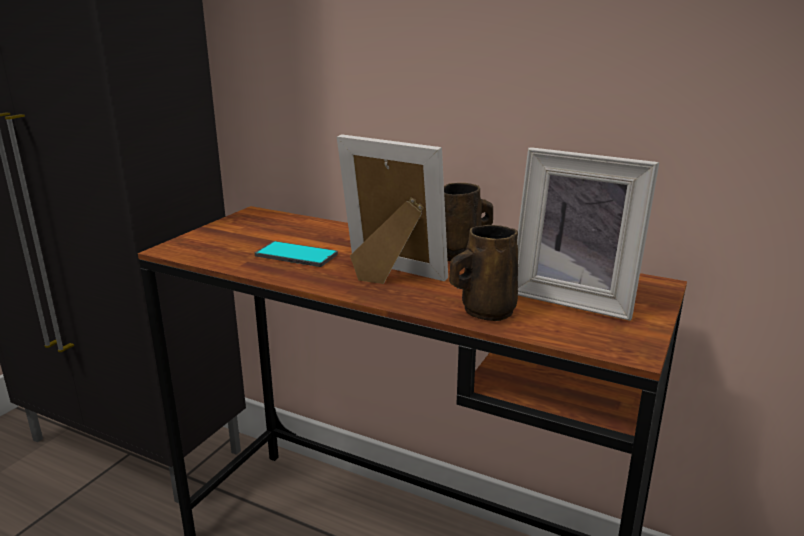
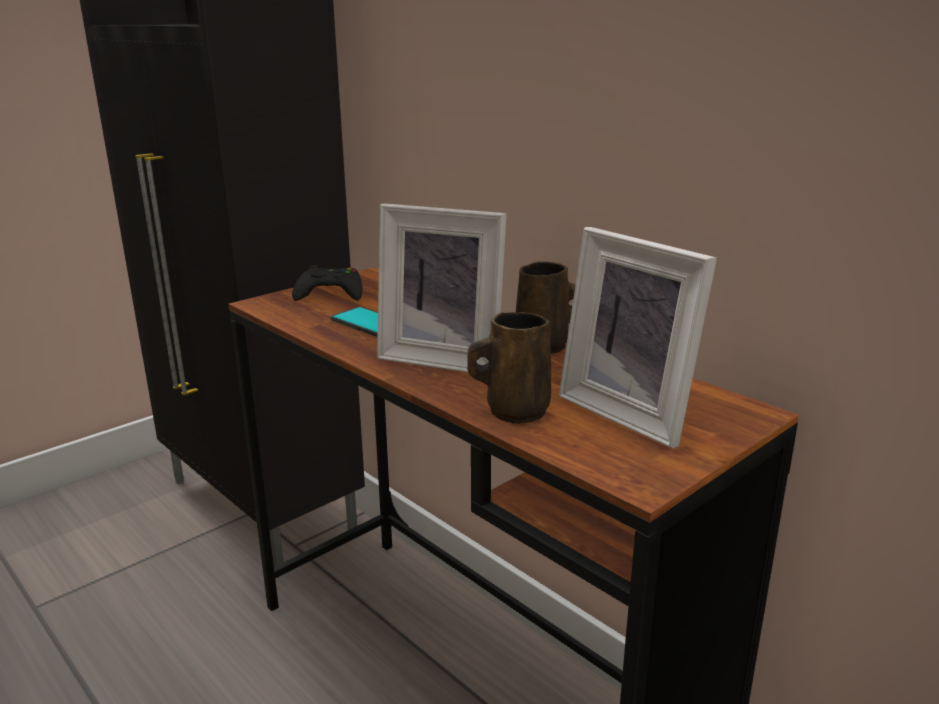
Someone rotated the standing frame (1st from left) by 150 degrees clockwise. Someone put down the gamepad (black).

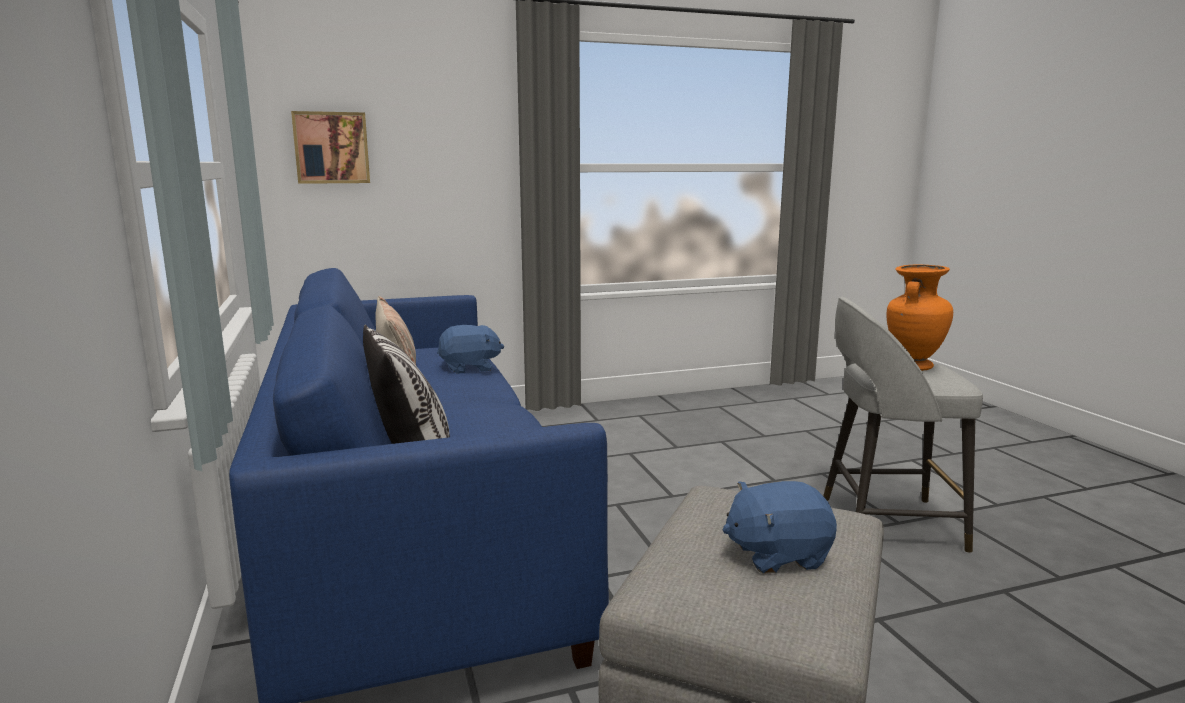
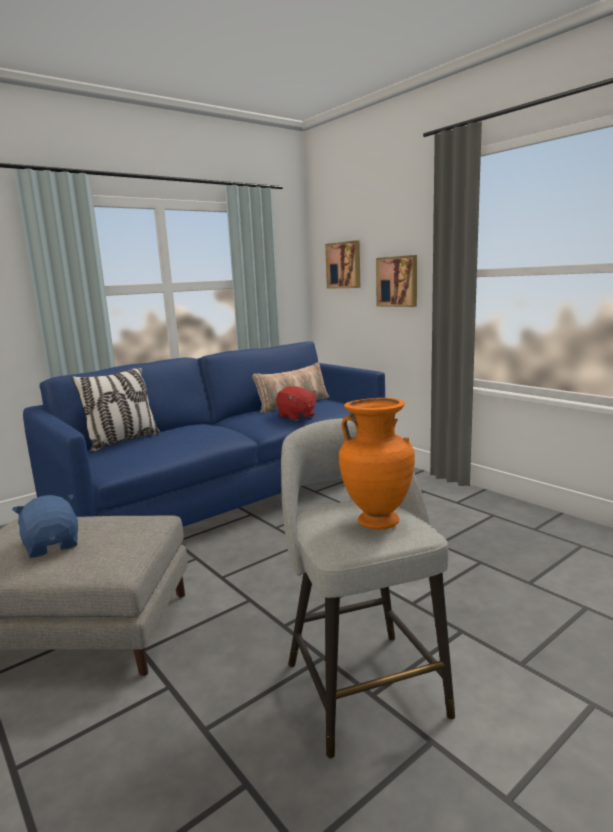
Someone repainted the cuddly toy (bluish) (1st from left), which became the cuddly toy (red-coloured). Someone put up the wall art (2nd from left).

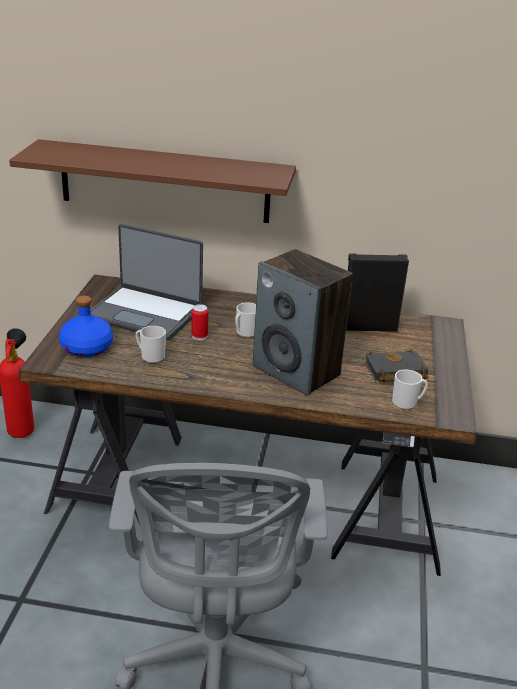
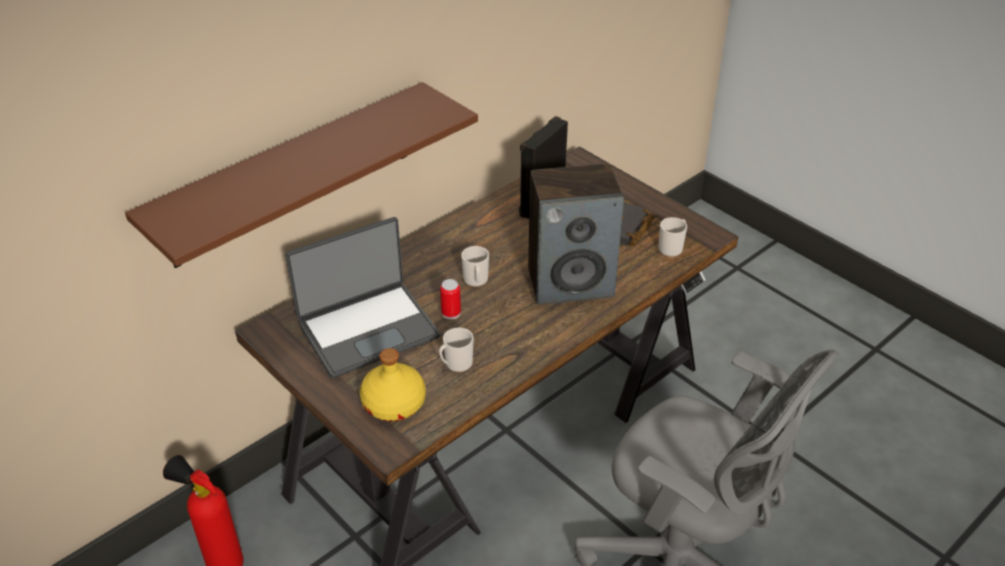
Someone repainted the drink bottle (bluish), which became the drink bottle (yellow-coloured).

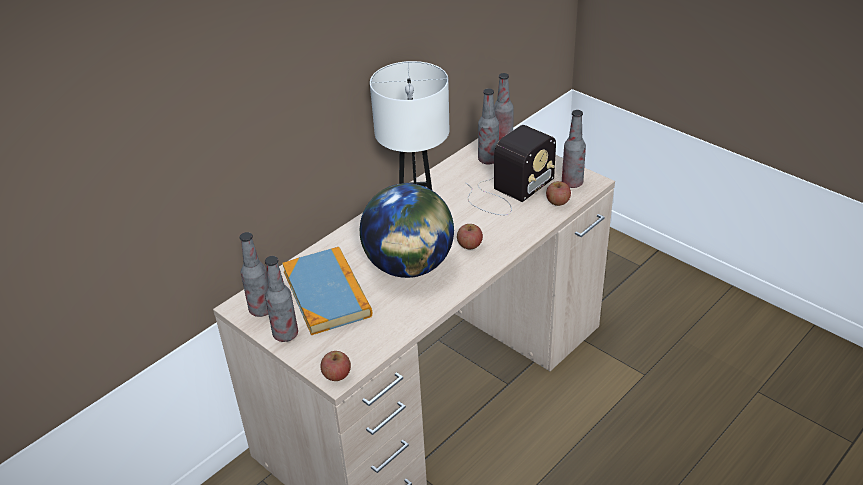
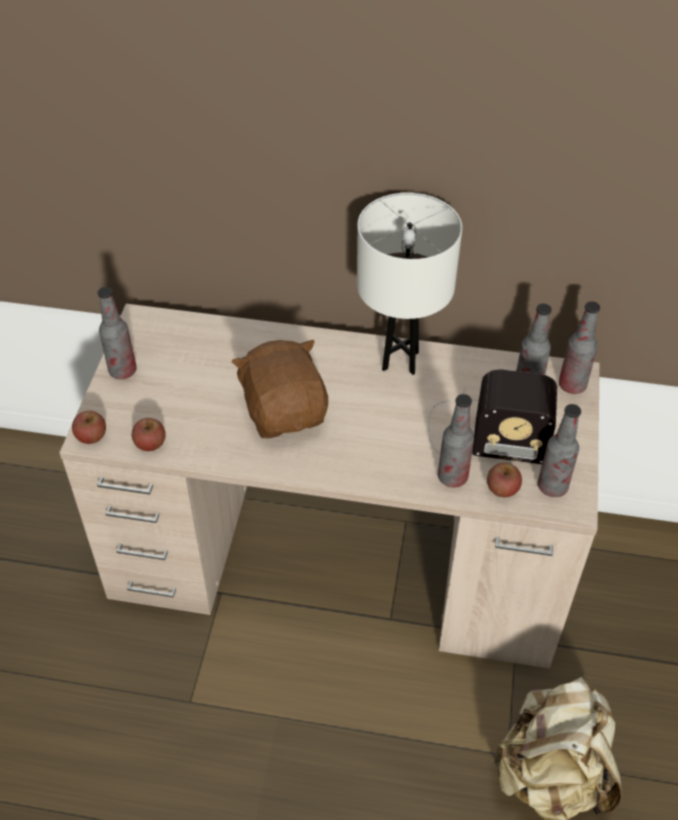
Someone carried the drink bottle (1st from left in the first image). Someone took away the book. Someone swapped the globe for the cuddly toy (brown). Someone carried the apple (2nd from left). Someone put down the knapsack (sand-coloured).

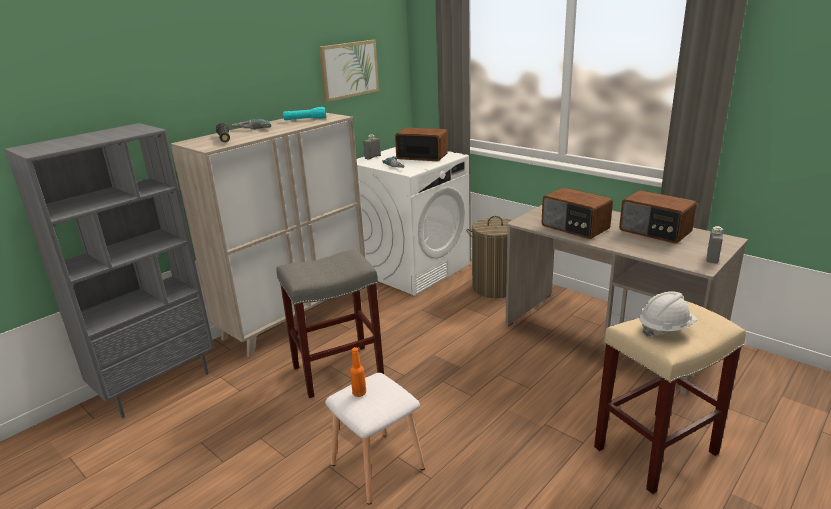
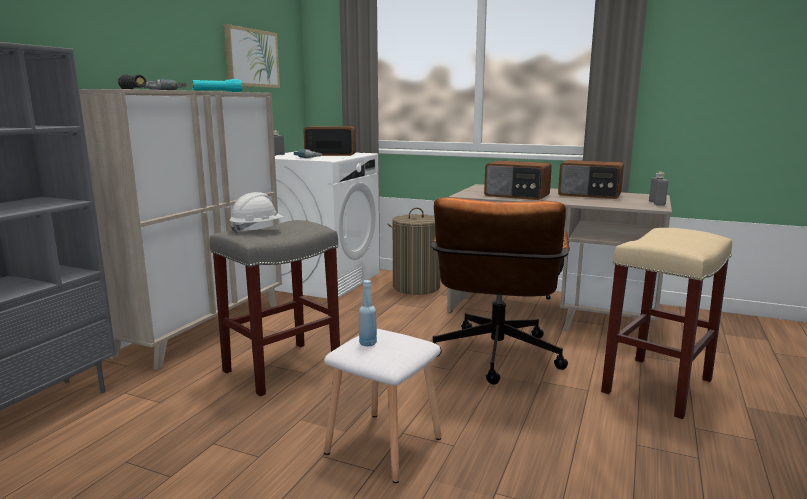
Someone repainted the drink bottle (orangey), which became the drink bottle (bluish). Someone carried the hard hat (white-coloured). Someone put down the computer chair (brown).

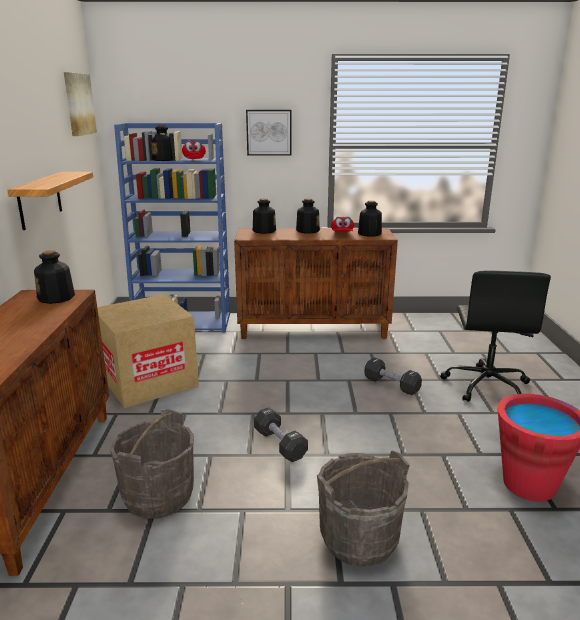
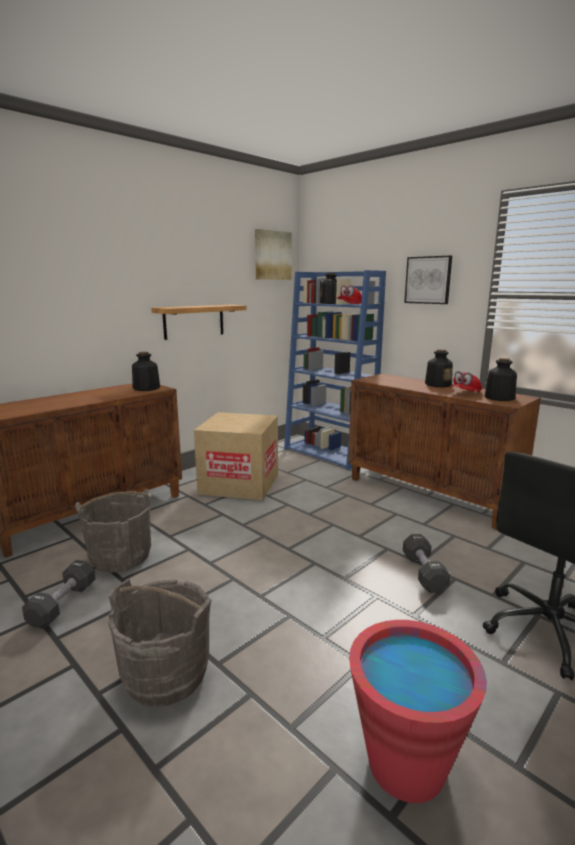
Someone took away the drink bottle (3rd from left). Someone carried the dumbbell (black) (1st from left).

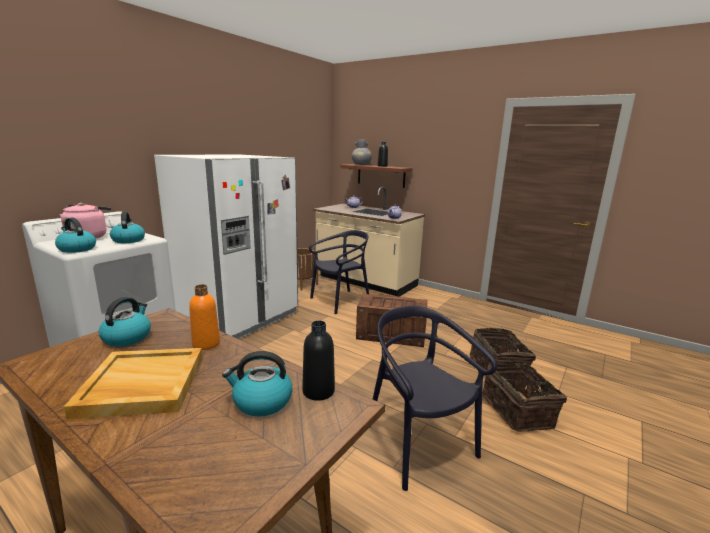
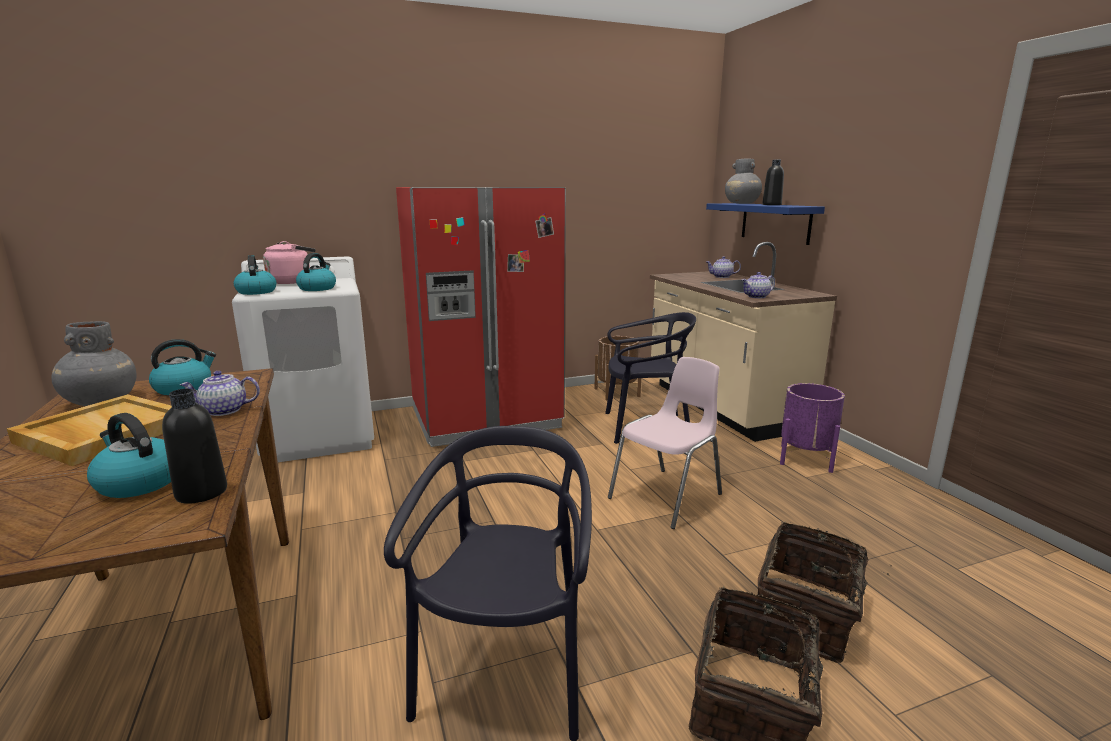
Someone repainted the kitchen fridge (white-coloured), which became the kitchen fridge (red-coloured). Someone swapped the drink bottle (orangey) for the tea pot (1st from left). Someone repainted the bracket shelf (brown), which became the bracket shelf (bluish). Someone swapped the packing crate for the chair (pink-coloured). Someone put down the decorative vase (gray) (1st from left). Someone put down the flower pot (purple).

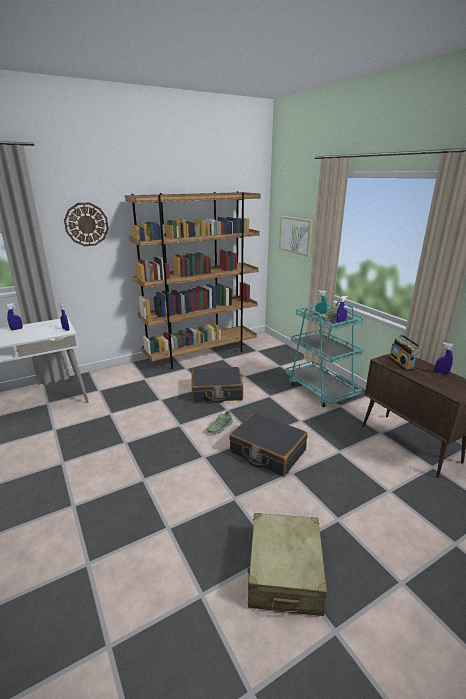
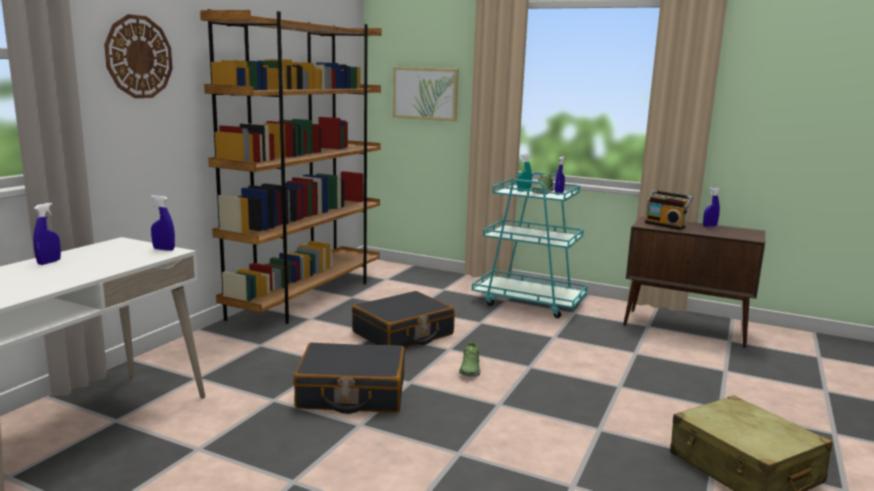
Someone carried the piece of luggage (black) (2nd from left in the first image).

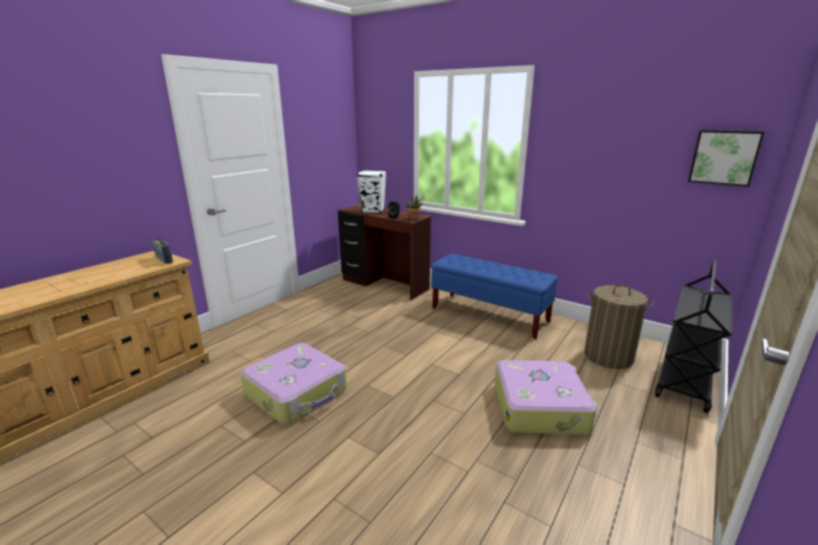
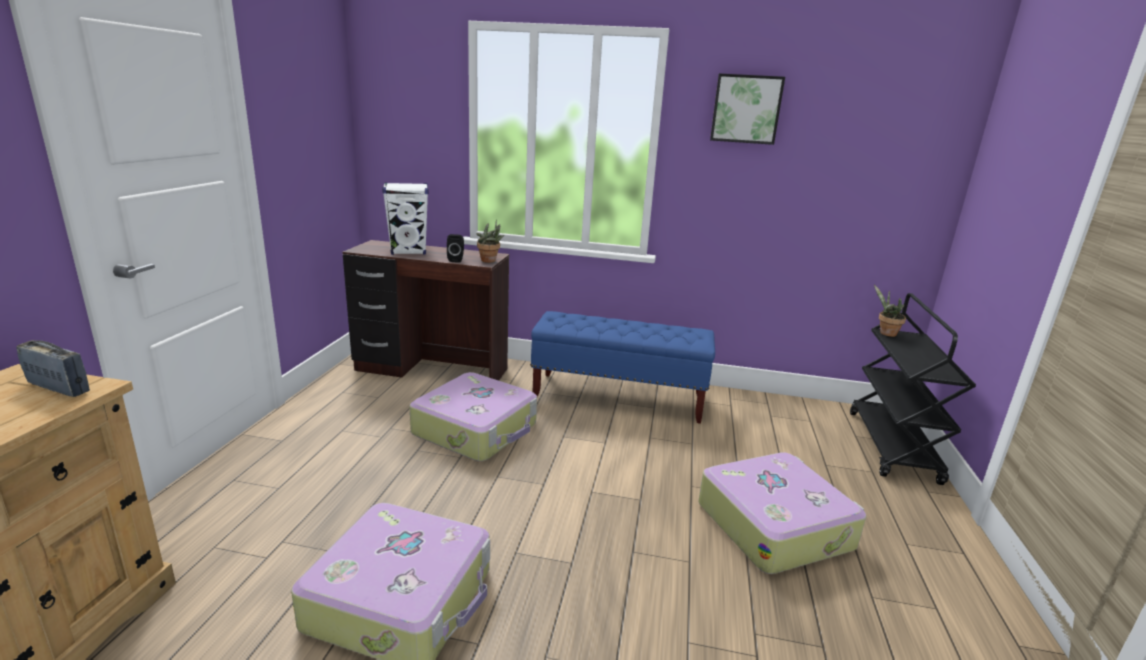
Someone took away the laundry basket. Someone carried the wall art. Someone put down the piece of luggage (2nd from left). Someone put down the houseplant (2nd from left).

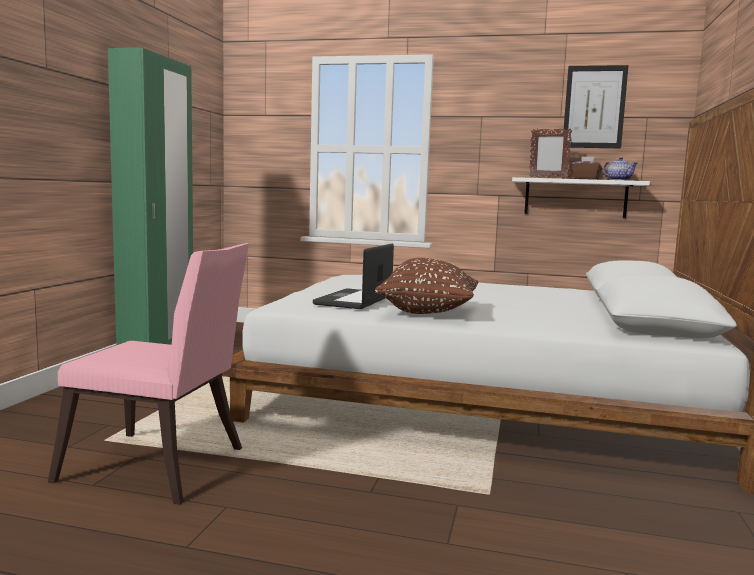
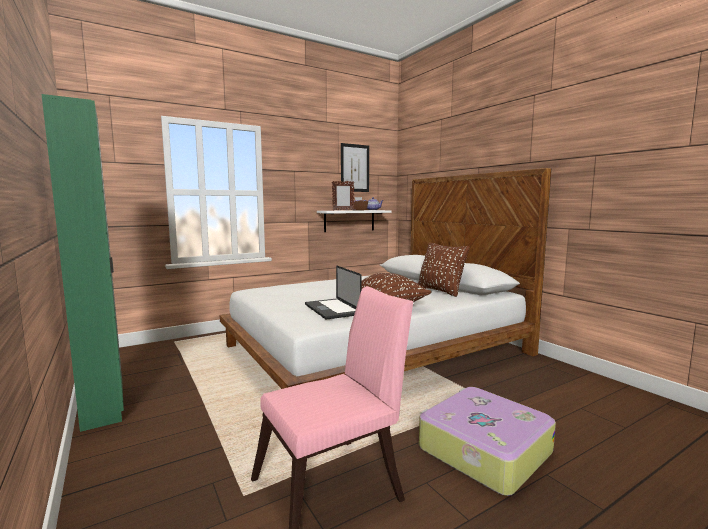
Someone put down the pillow (brown) (2nd from left). Someone put down the piece of luggage.

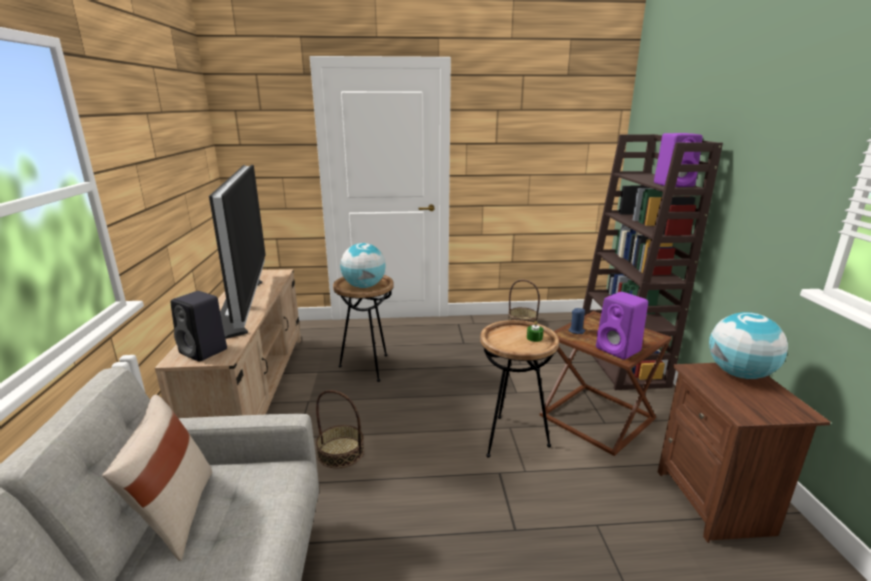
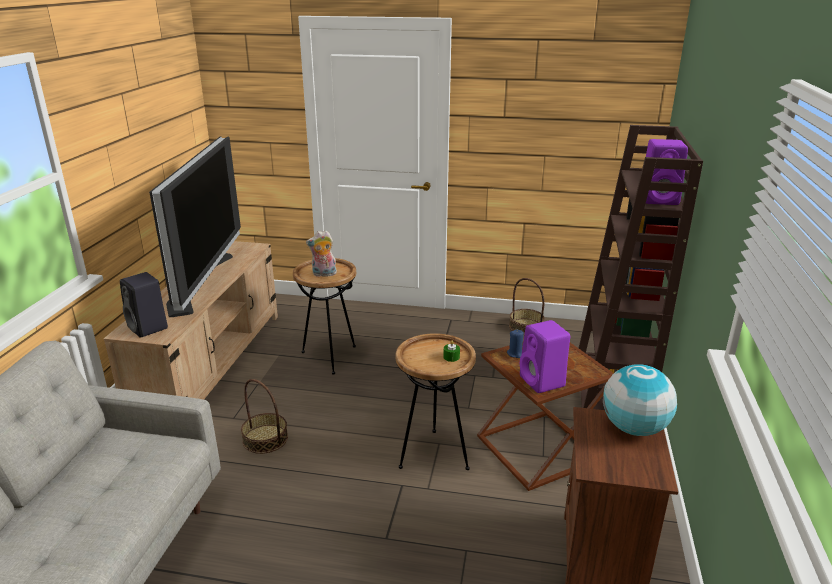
Someone took away the pillow (sand-coloured). Someone swapped the globe (1st from left) for the cuddly toy.

